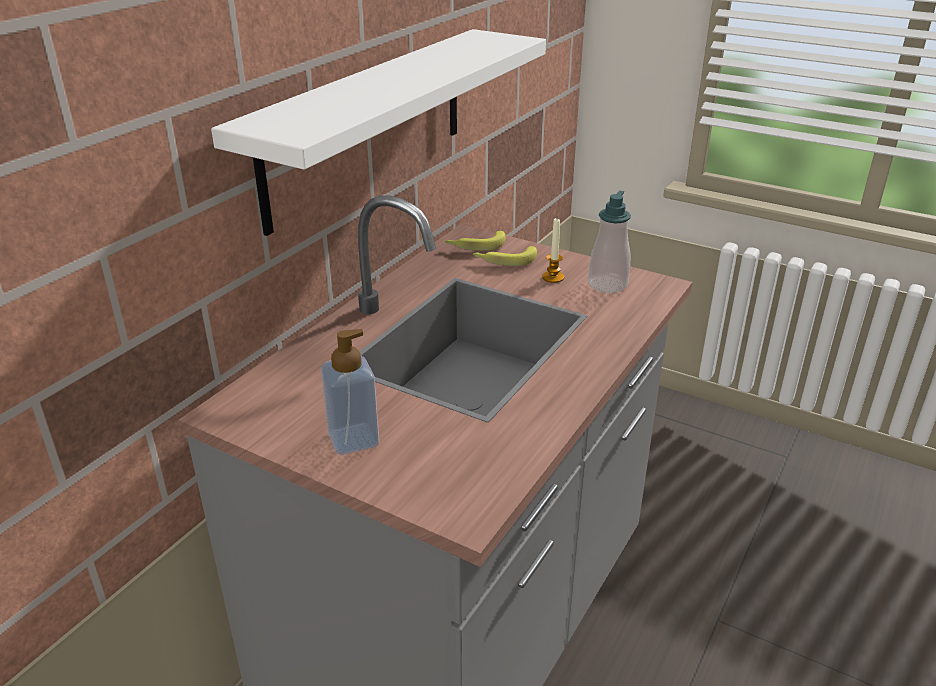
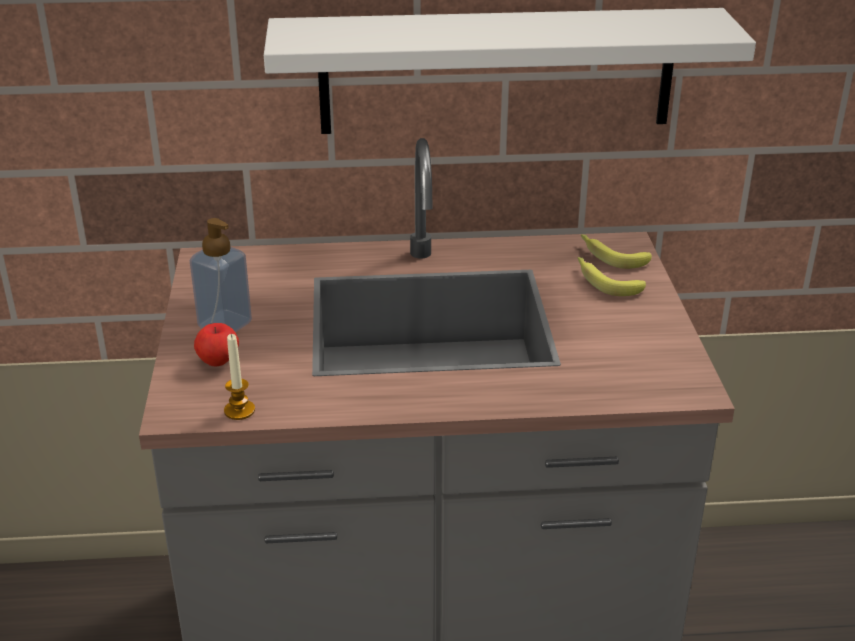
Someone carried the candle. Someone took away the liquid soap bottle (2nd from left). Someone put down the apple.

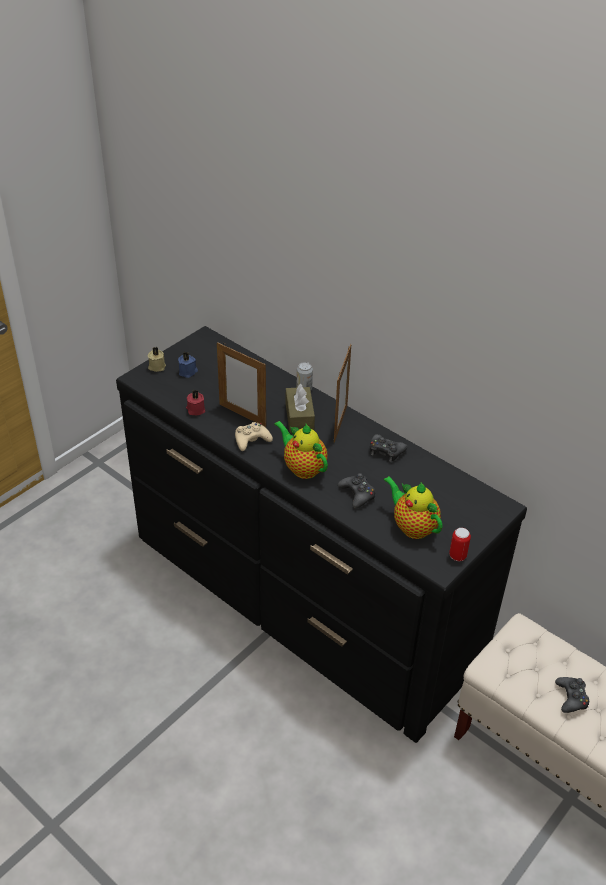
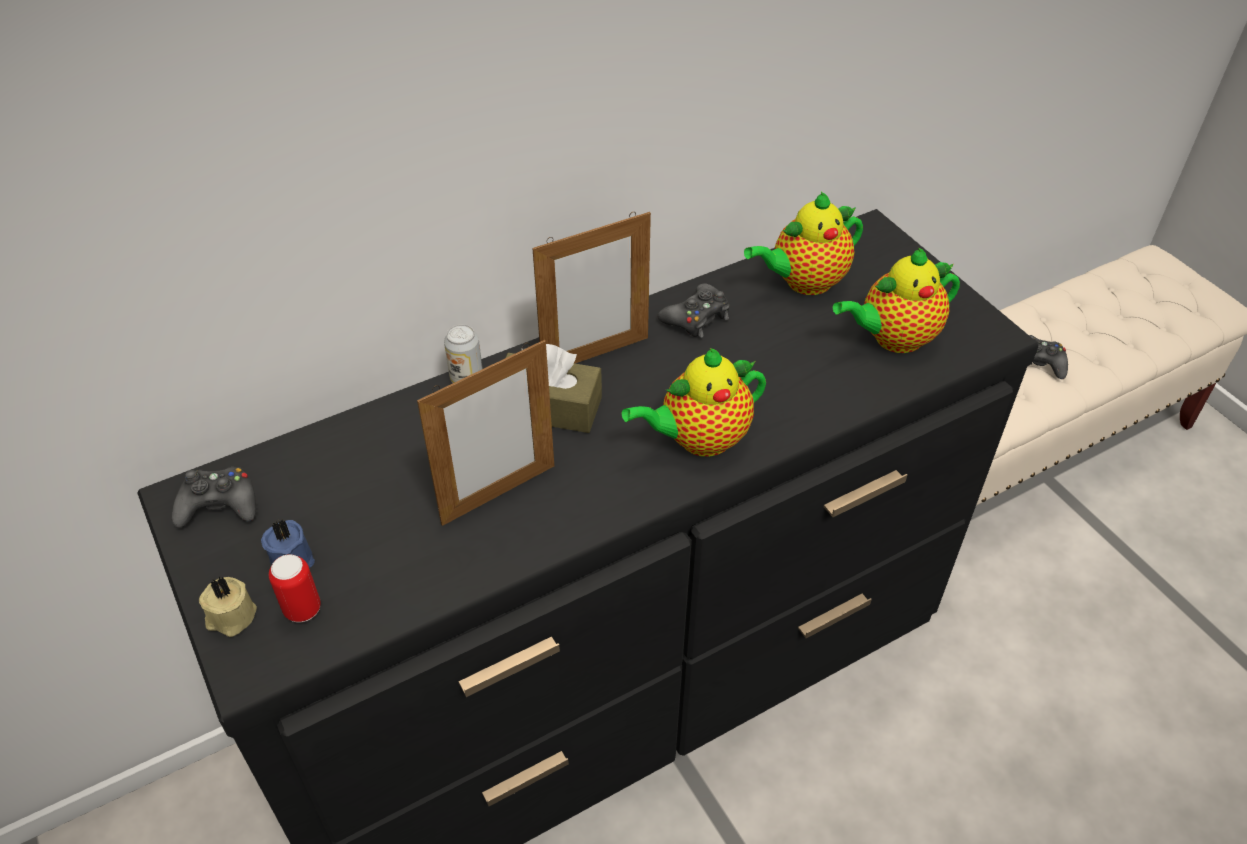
Someone took away the candle (red-coloured). Someone took away the gamepad (sand-coloured). Someone rotated the standing frame (2nd from left) by 120 degrees clockwise. Someone carried the gamepad (black) (1st from left). Someone carried the metal can (2nd from left in the first image). Someone put down the tea pot (2nd from left).

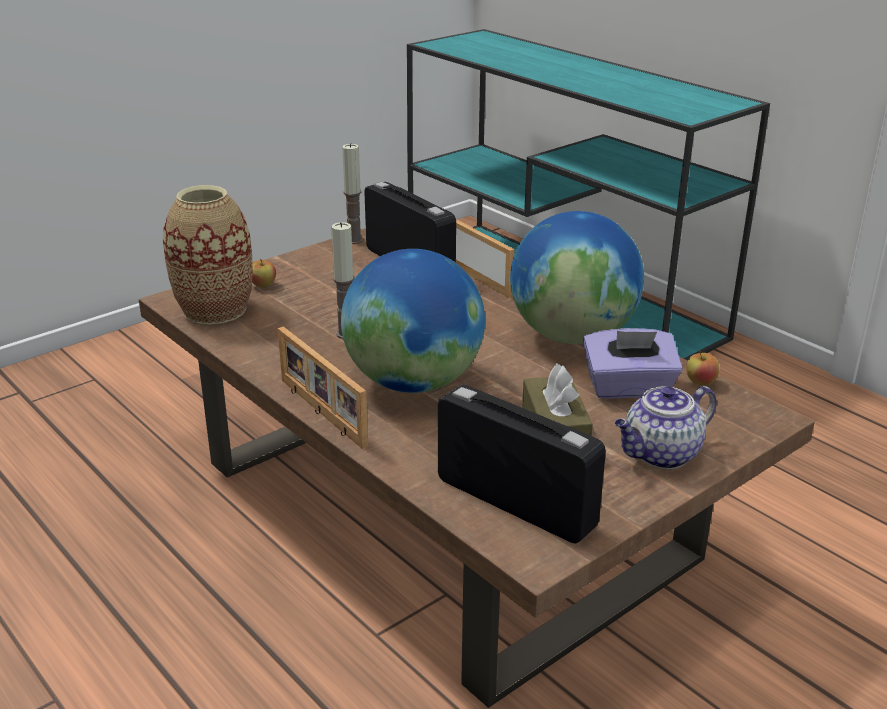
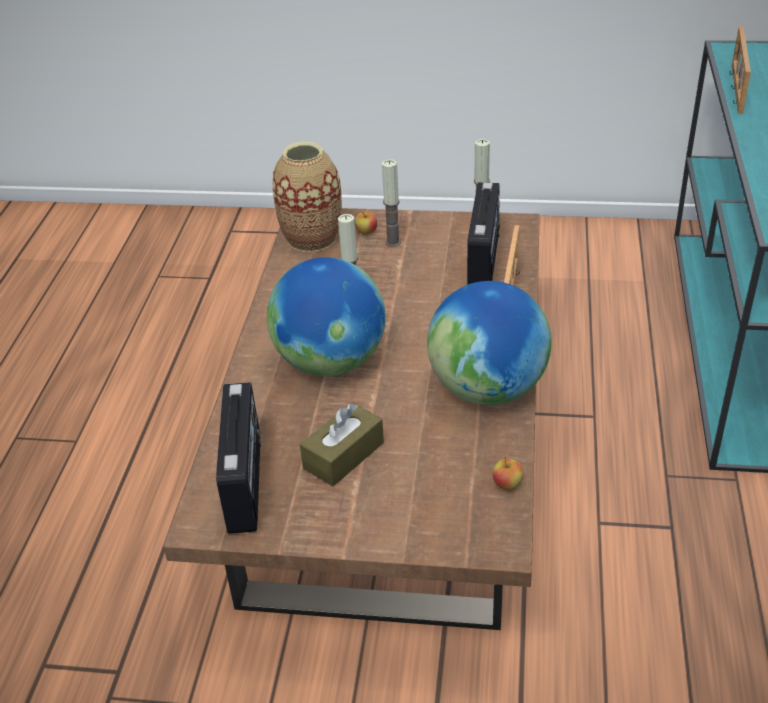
Someone carried the standing frame (1st from left in the first image). Someone took away the tissue box (purple). Someone took away the tea pot. Someone put down the candle (2nd from left).

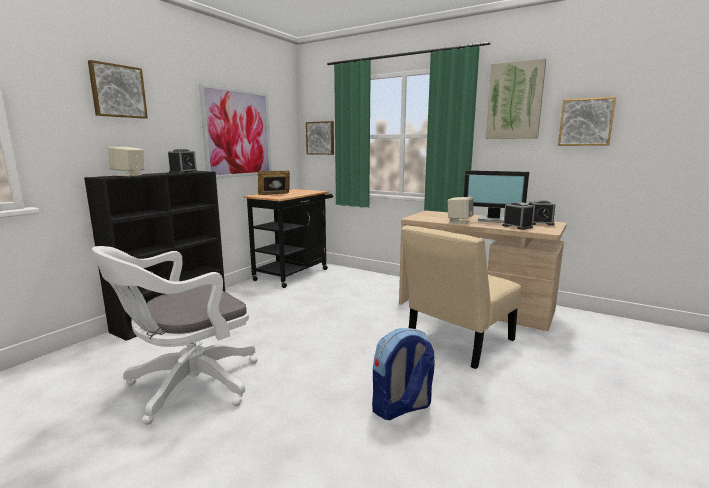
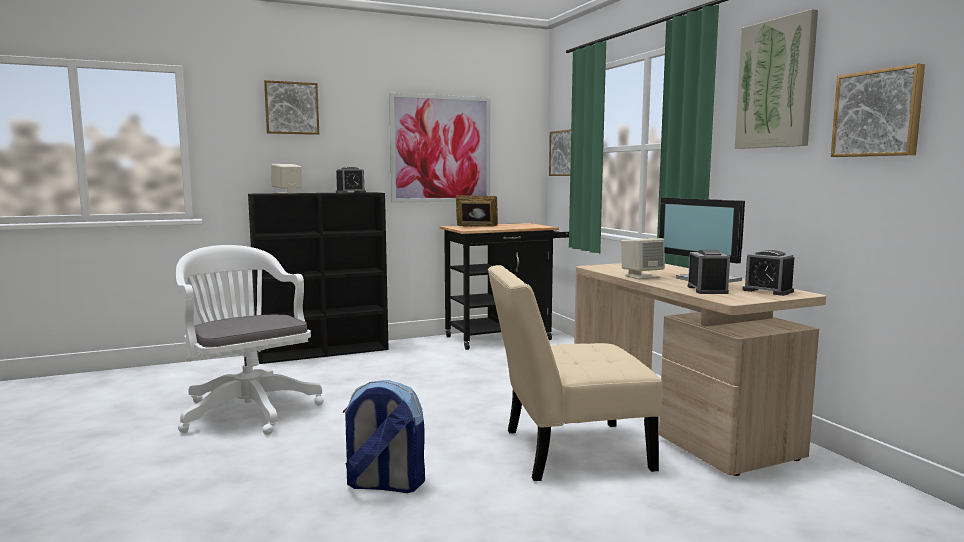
Someone rotated the computer chair (white-coloured) by 60 degrees clockwise.

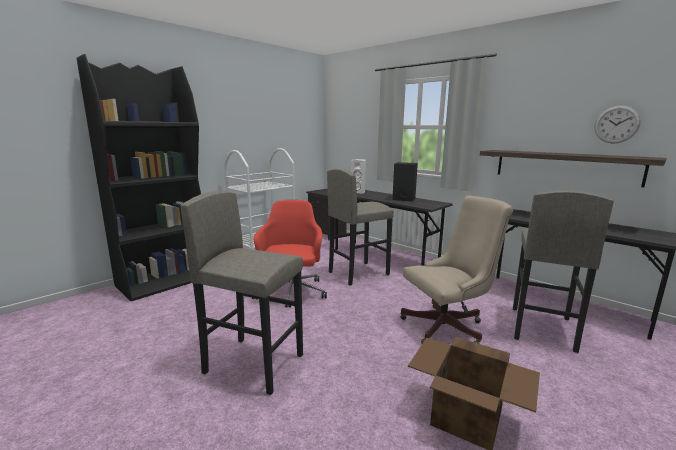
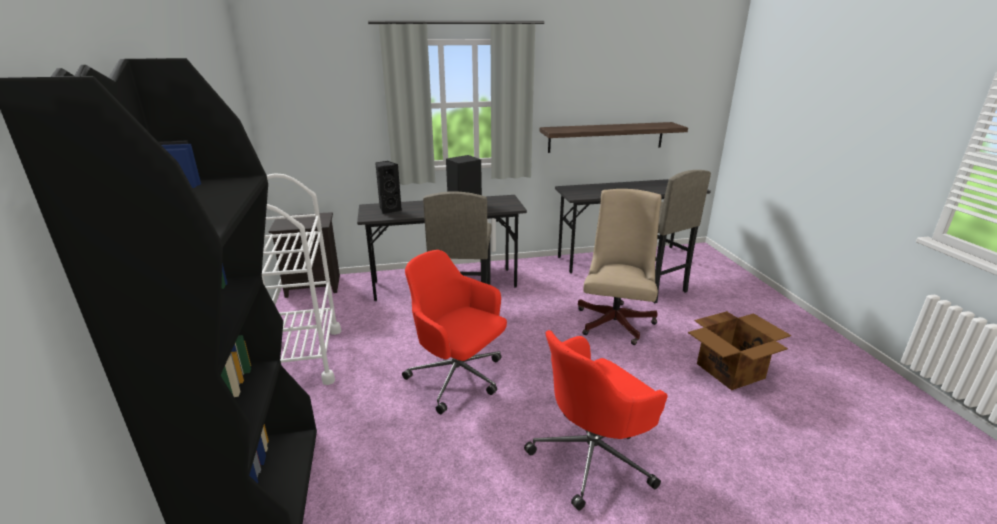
Someone swapped the stool seat (gray) (1st from left) for the computer chair (red-coloured) (2nd from left). Someone repainted the speaker (white-coloured), which became the speaker (black) (1st from left). Someone took away the clock on the wall.

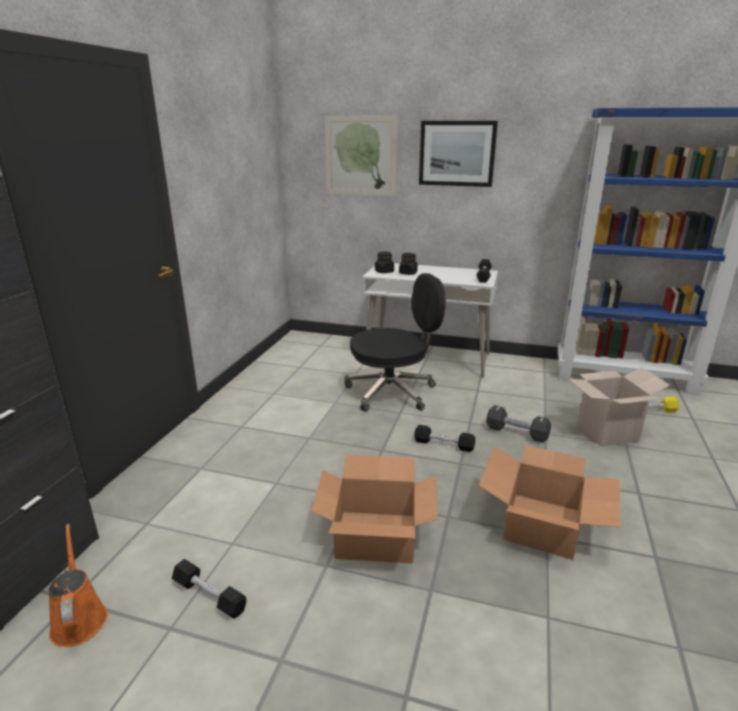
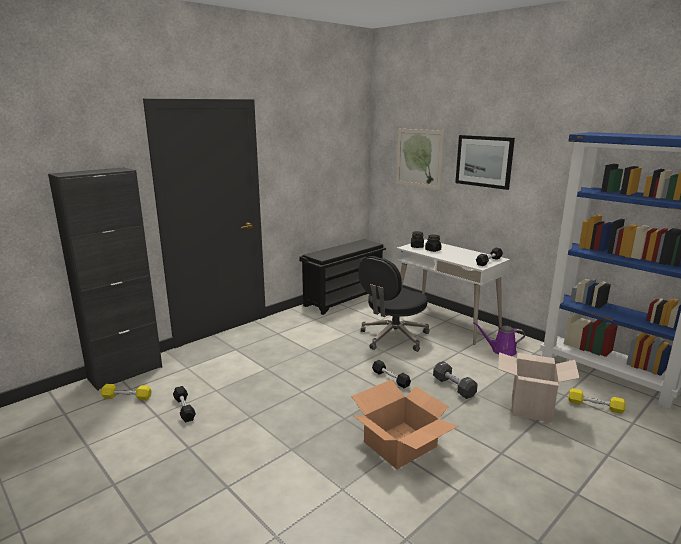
Someone swapped the watering pot (orangey) for the dumbbell (yellow-coloured) (1st from left). Someone took away the packing box (1st from left). Someone rotated the computer chair (black) by 120 degrees clockwise. Someone put down the shoe stand (black). Someone put down the watering pot (purple).

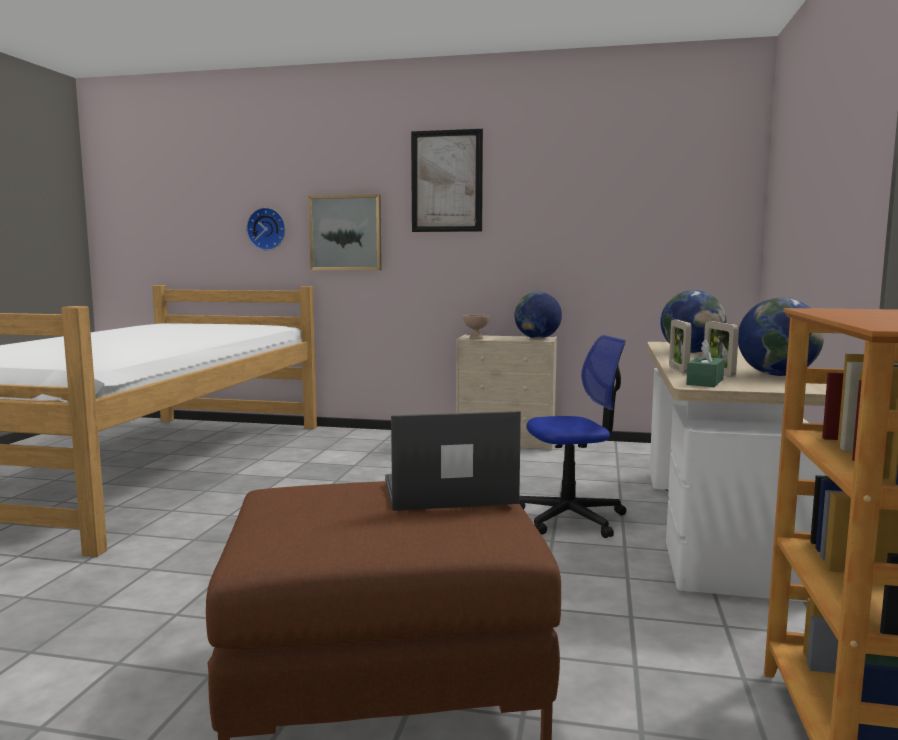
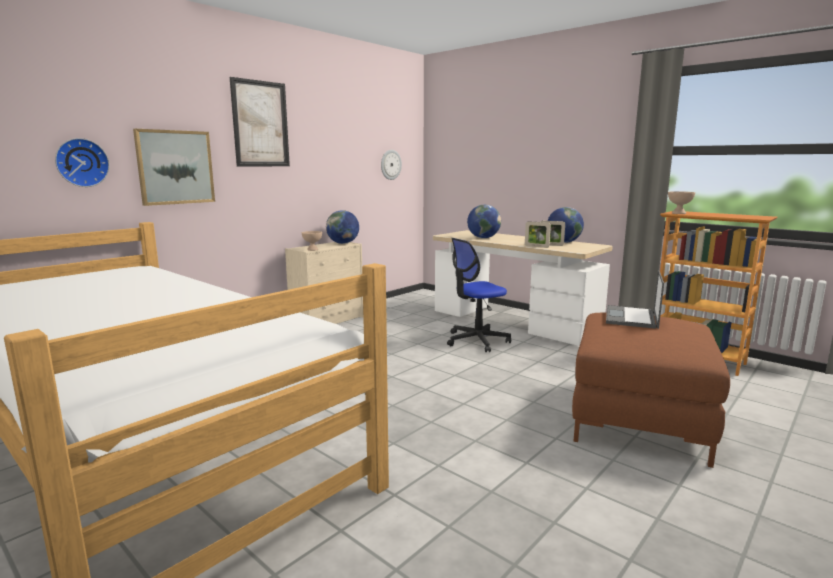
Someone rotated the computer chair by 135 degrees counterclockwise. Someone took away the tissue box (green). Someone put up the clock on the wall (2nd from left). Someone put down the bowl (sand-coloured) (2nd from left).

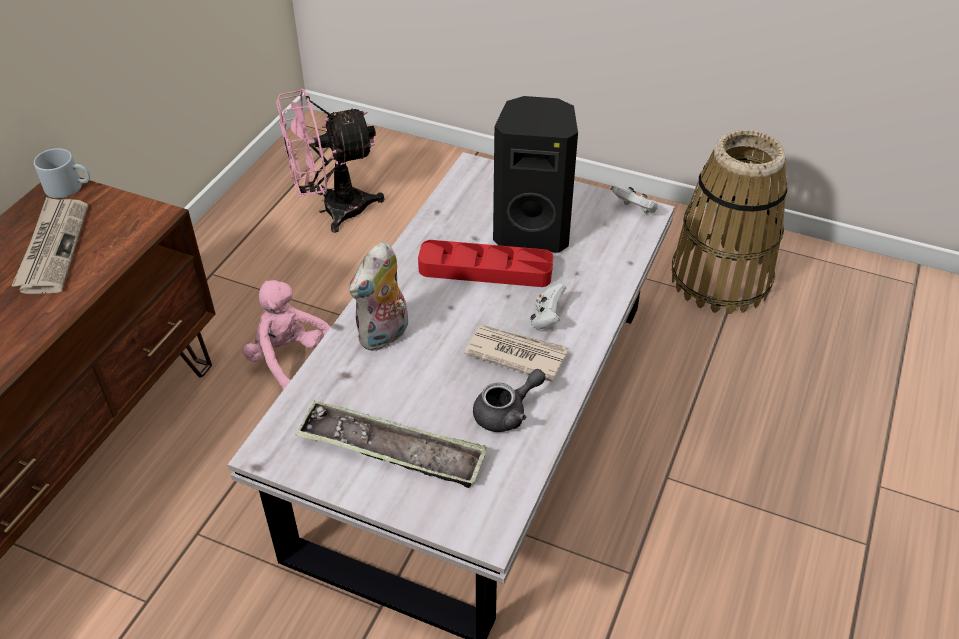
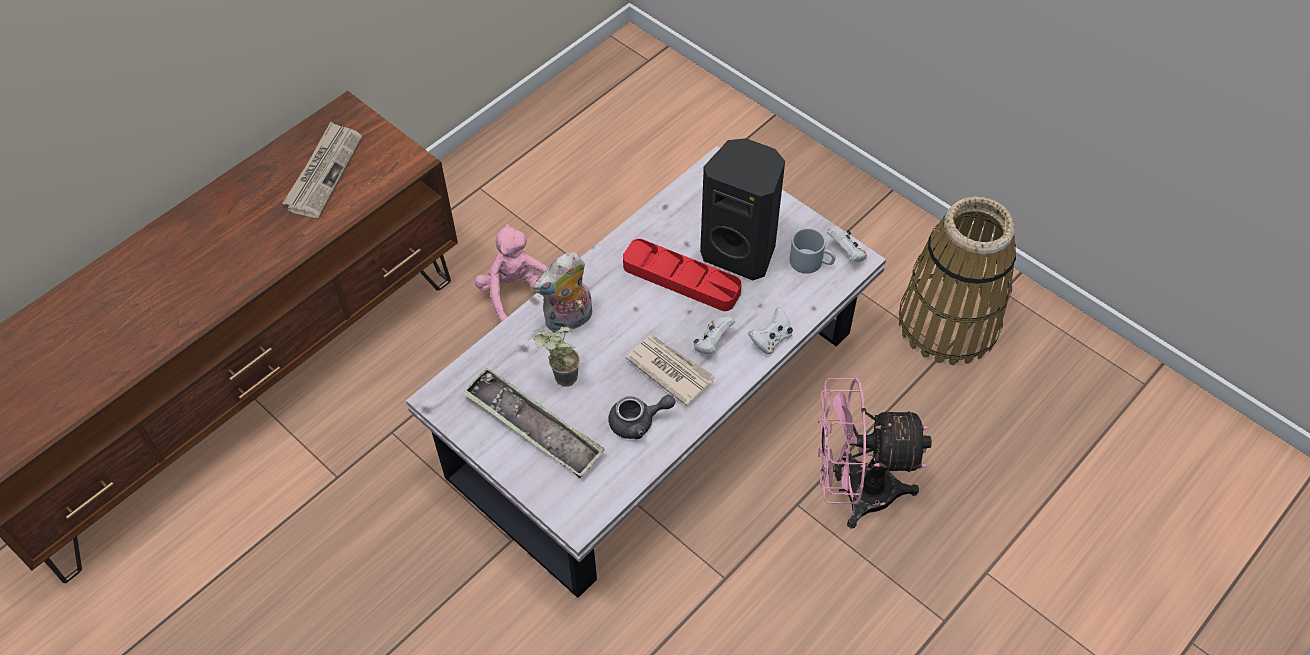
Someone carried the mug (gray). Someone carried the cooling fan (pink-coloured). Someone put down the houseplant. Someone put down the gamepad (white-coloured) (2nd from left).

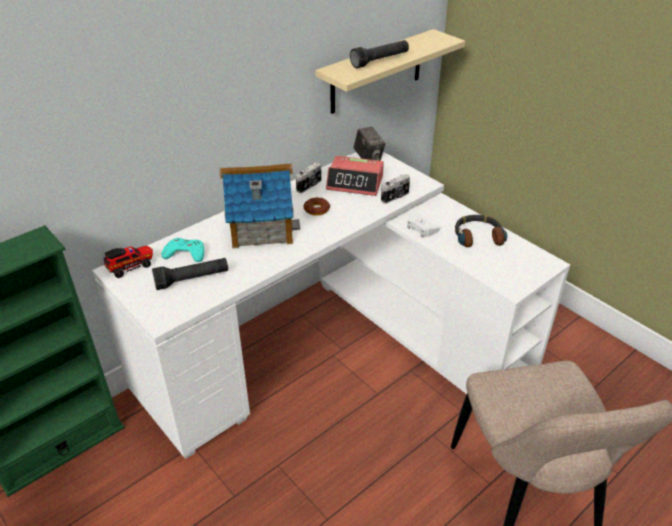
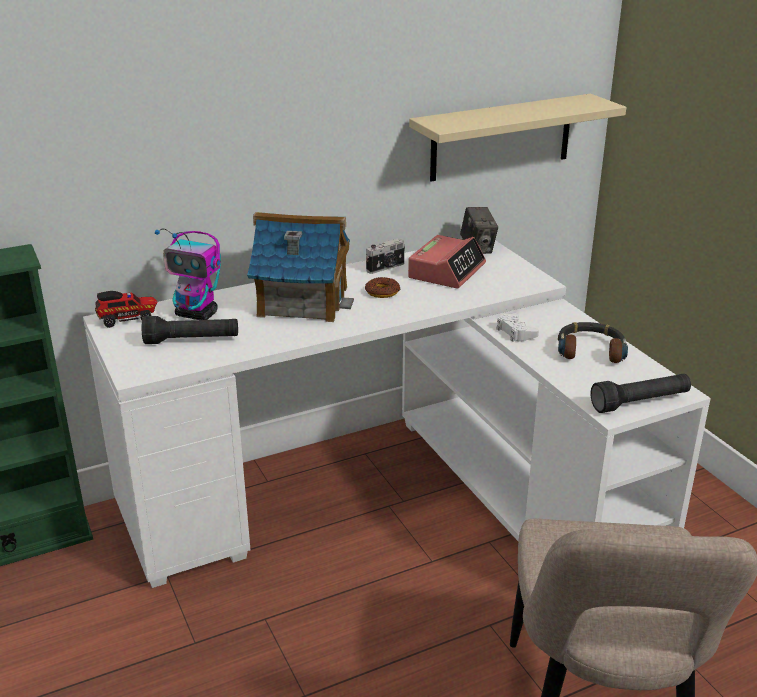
Someone swapped the gamepad (turquoise-coloured) for the model robot. Someone rotated the alarm clock by 90 degrees counterclockwise. Someone carried the hand torch (black) (2nd from left). Someone took away the photo camera (3rd from left).

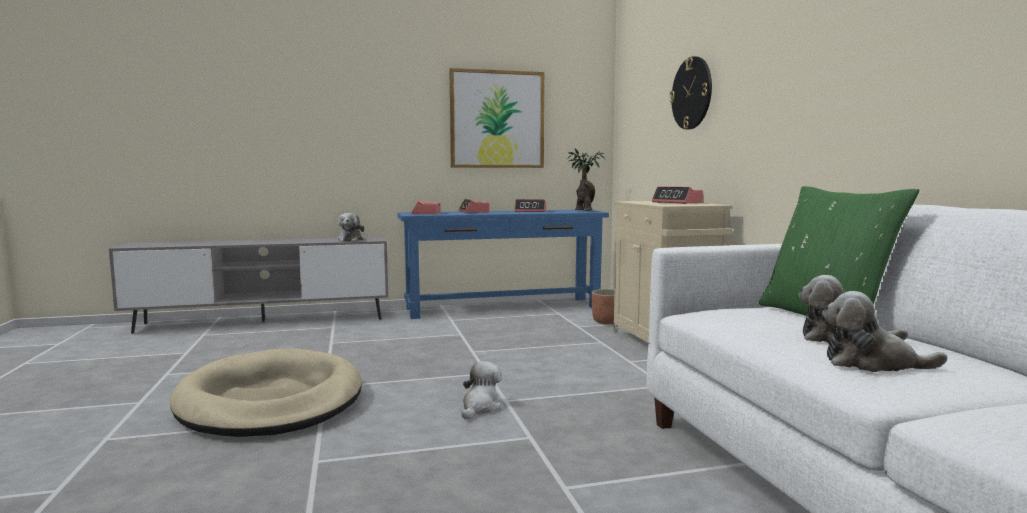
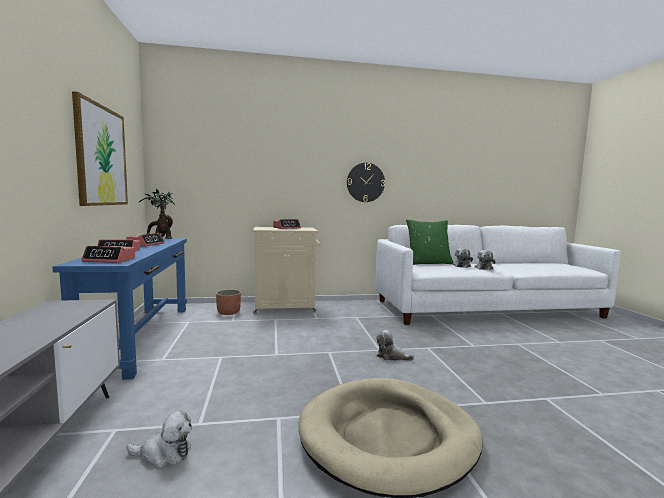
Someone carried the cuddly toy (1st from left). Someone carried the clock on the wall.

